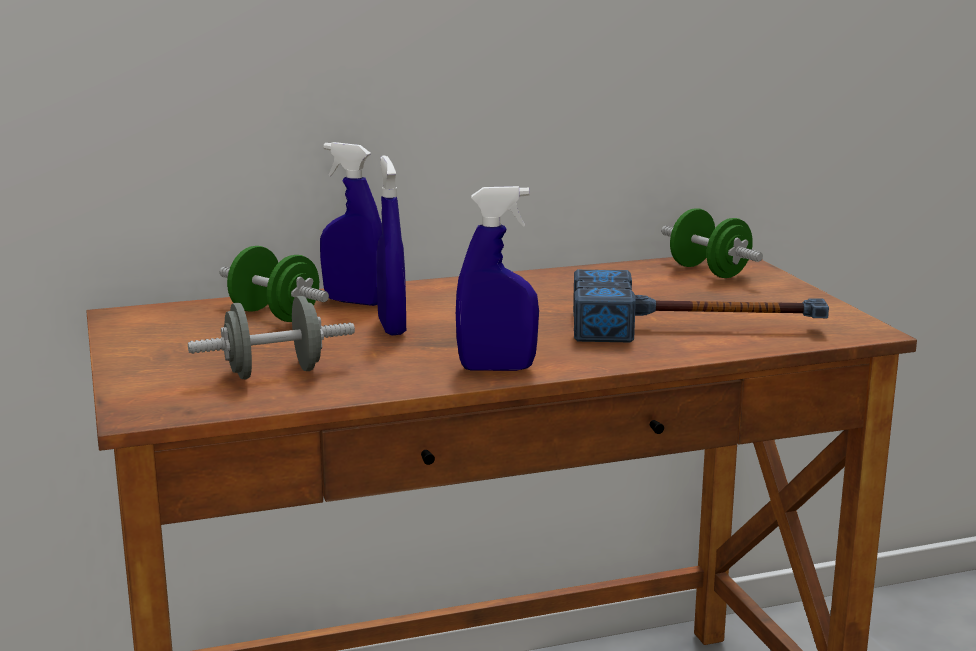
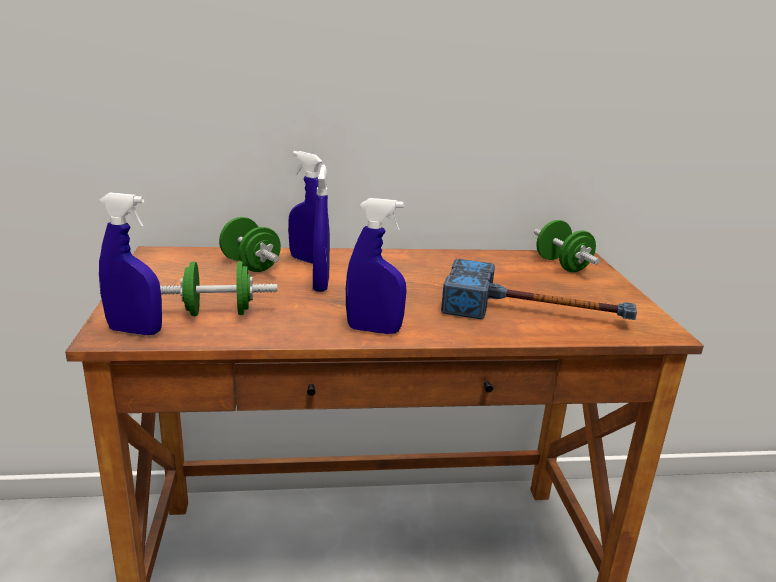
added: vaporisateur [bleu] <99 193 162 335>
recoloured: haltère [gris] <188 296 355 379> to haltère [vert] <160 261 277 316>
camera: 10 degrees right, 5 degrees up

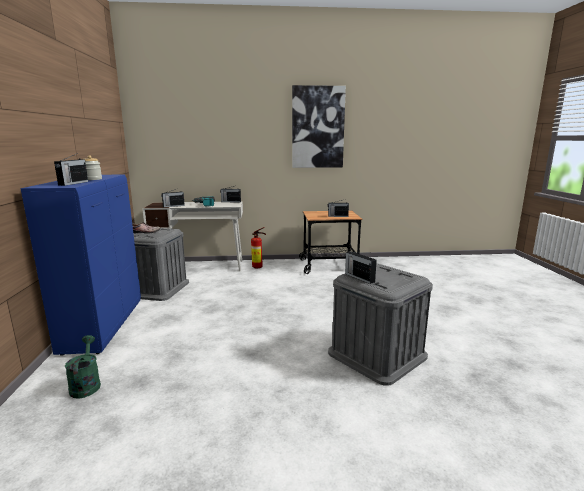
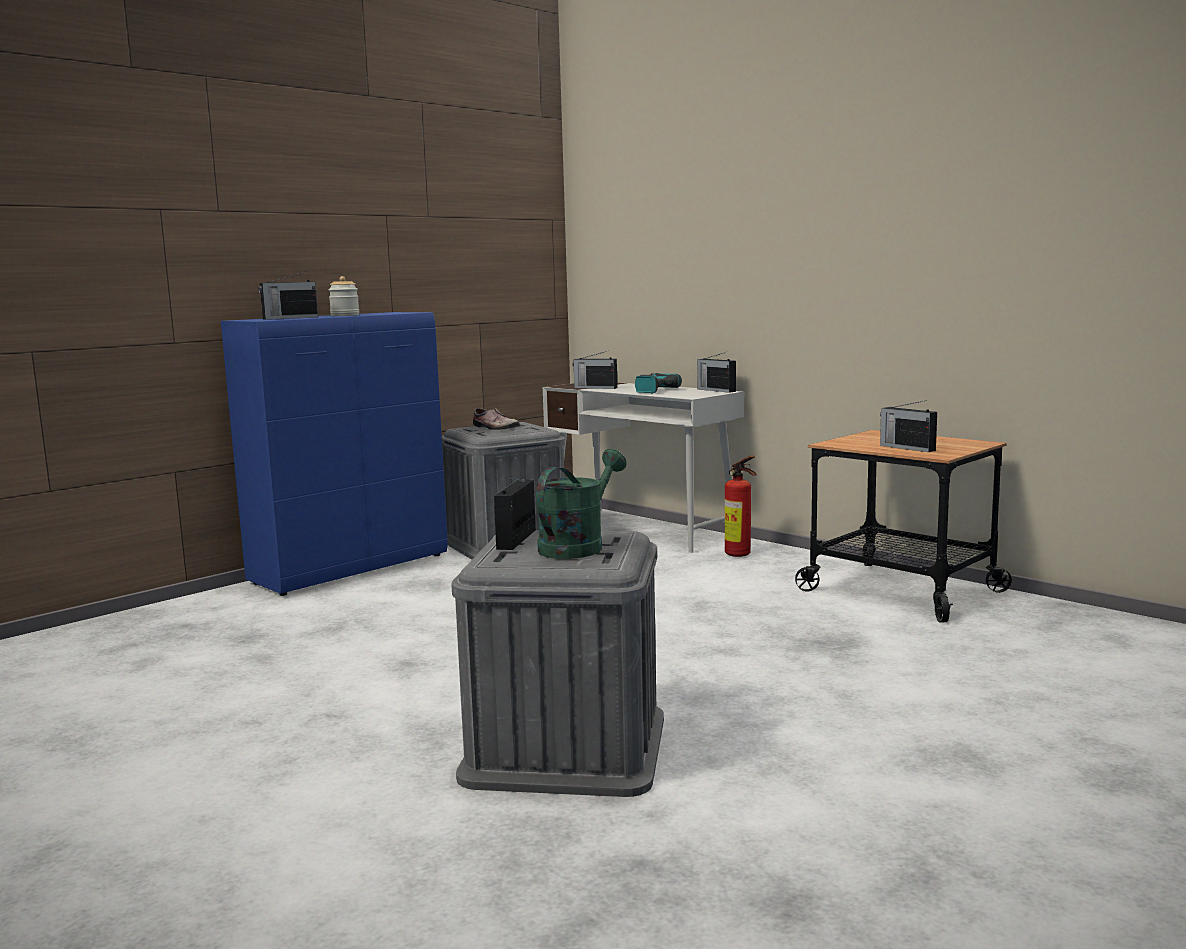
removed: tableau <292 85 346 168>
moved: arrosoir [vert] <65 335 101 399> to <536 449 627 559>
camera: 50 degrees right, 5 degrees down

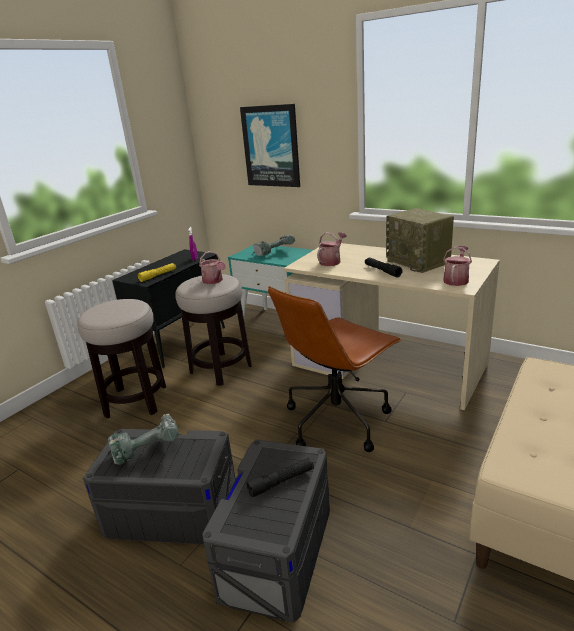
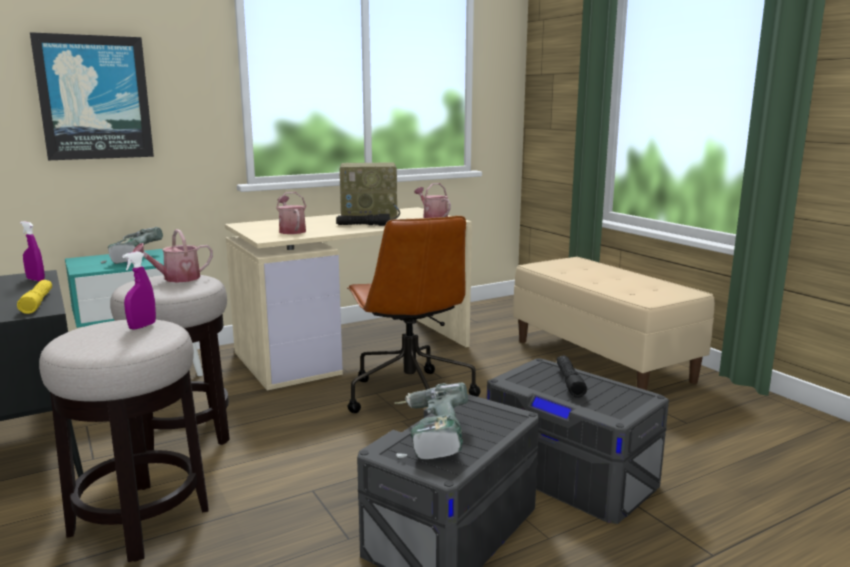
added: vaporisateur [violet] <122 251 156 330>
turned: arrosoir <199 251 226 284> = <133 229 213 283> 150 degrees clockwise
camera: 65 degrees left, 10 degrees down

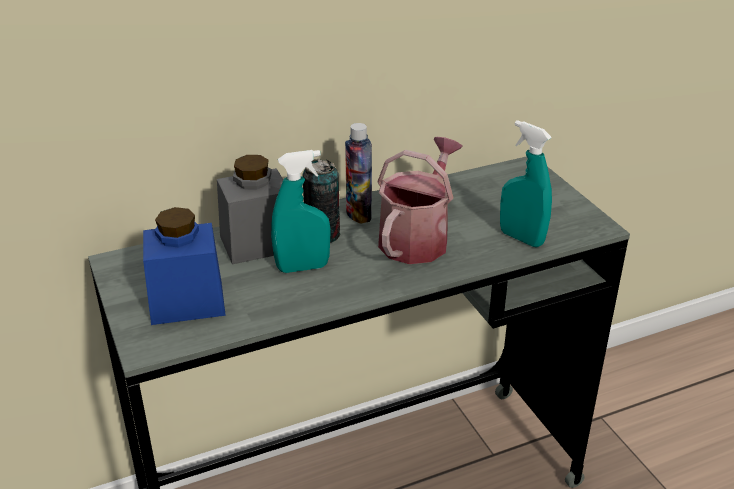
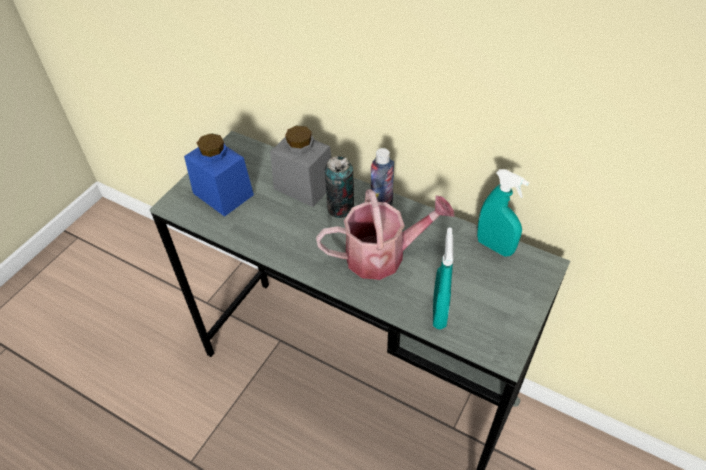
moved: vaporisateur [turquoise] <271 150 331 273> to <477 169 529 257>
camera: 55 degrees right, 15 degrees up

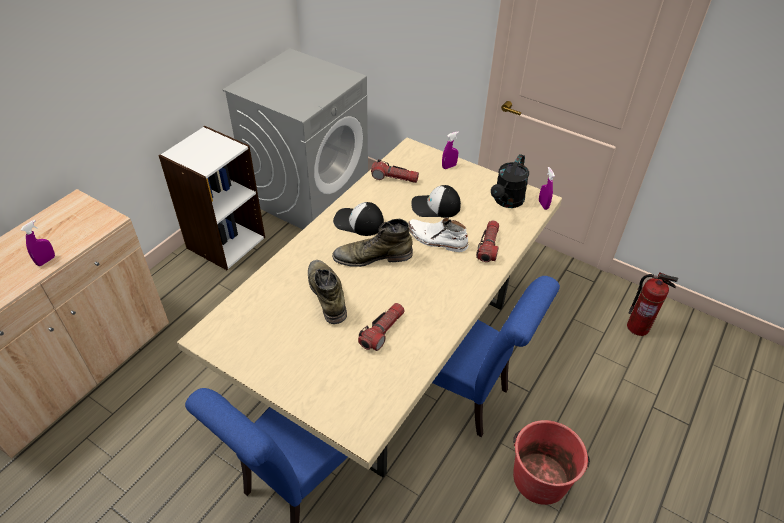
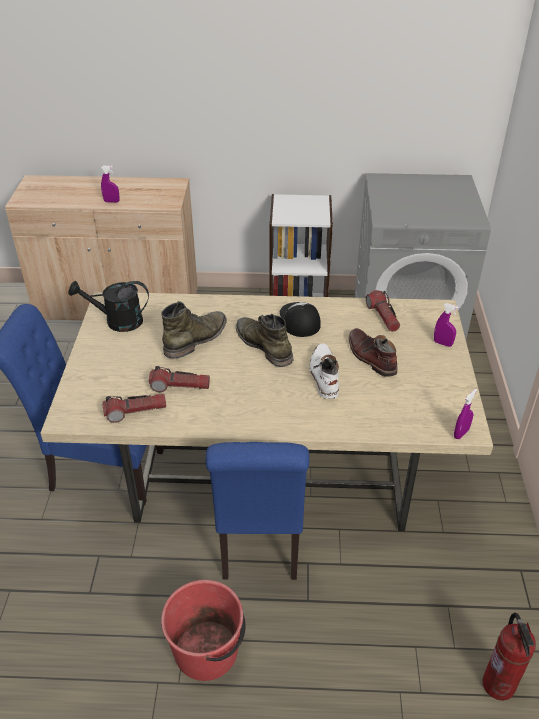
moved: lampe de poche <476 220 499 262> to <102 394 166 423>; arrosoir [noir] <491 154 529 208> to <68 281 149 332>
replaced: casquette <411 185 461 218> to botte [marron] <349 328 398 377>
camera: 60 degrees right, 5 degrees down

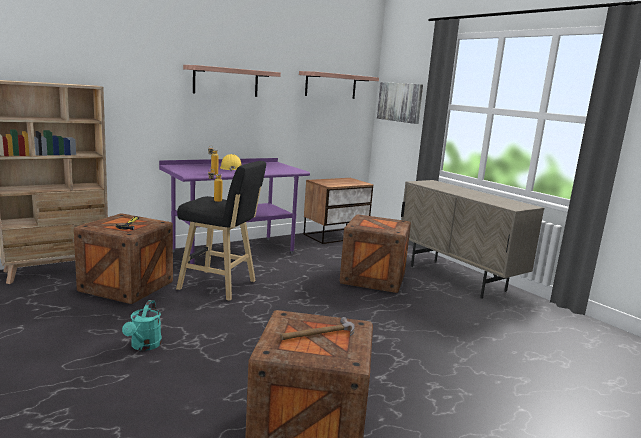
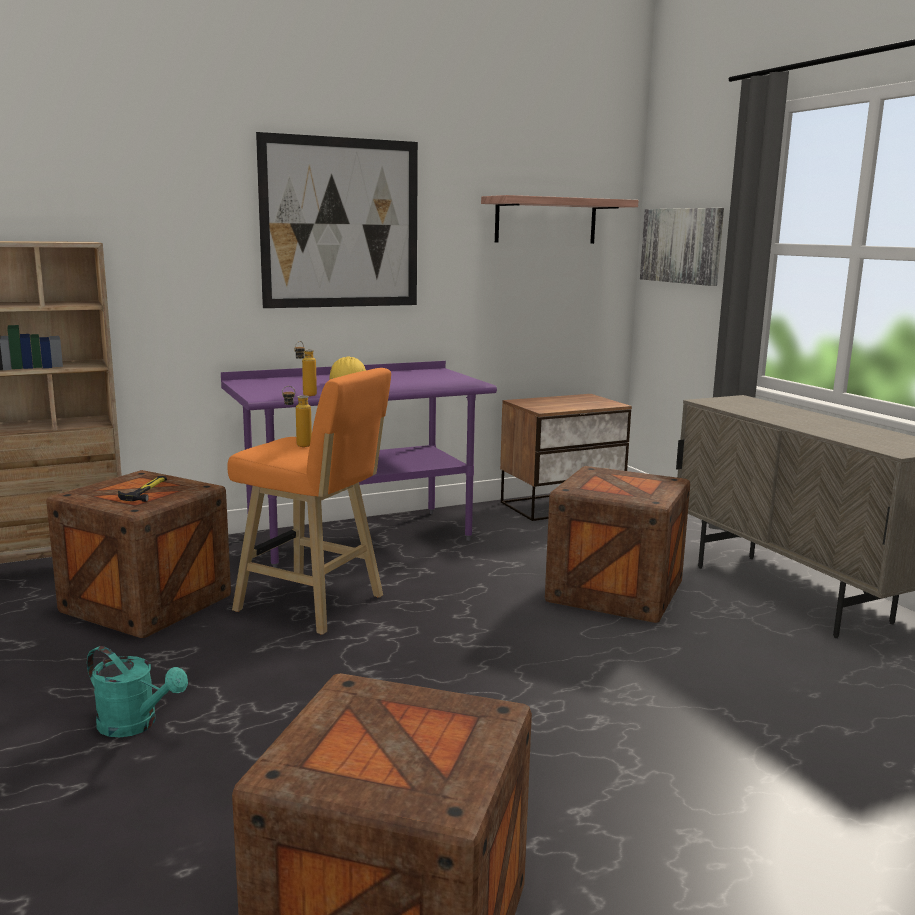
removed: marteau <280 317 355 340>
replaced: étagère <183 65 281 97> to tableau <256 132 418 308>
recoloured: tabouret [noir] <176 161 266 301> to tabouret [orange] <227 368 391 635>
turned: arrosoir [turquoise] <122 300 162 351> = <87 646 188 737> 75 degrees counterclockwise
camera: 10 degrees right, 0 degrees up

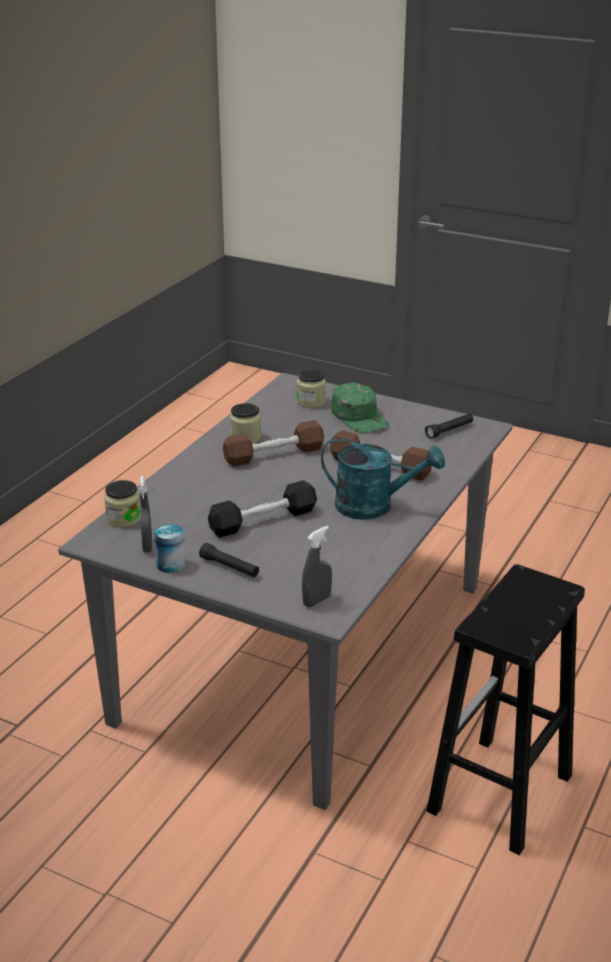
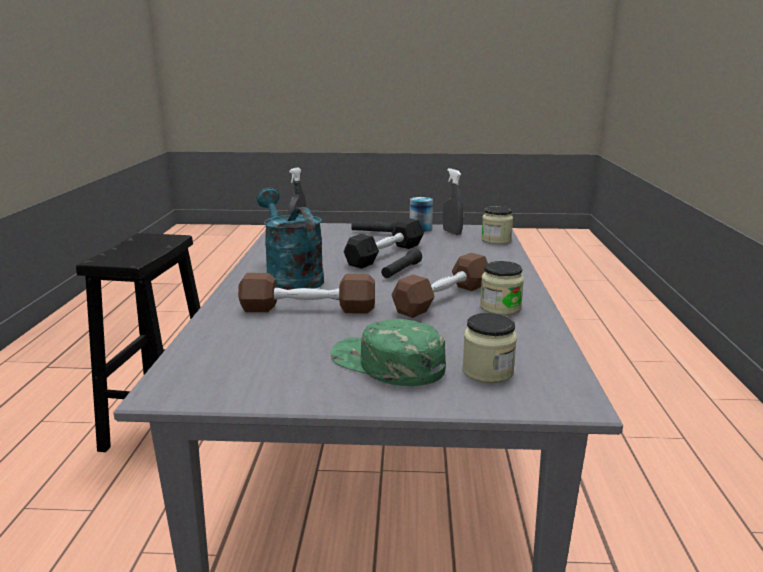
moved: lampe de poche [noir] <425 414 473 439> to <381 249 422 278>
turned: arrosoir [turquoise] <321 437 445 520> = <256 188 324 290> 75 degrees clockwise
camera: 155 degrees right, 10 degrees down

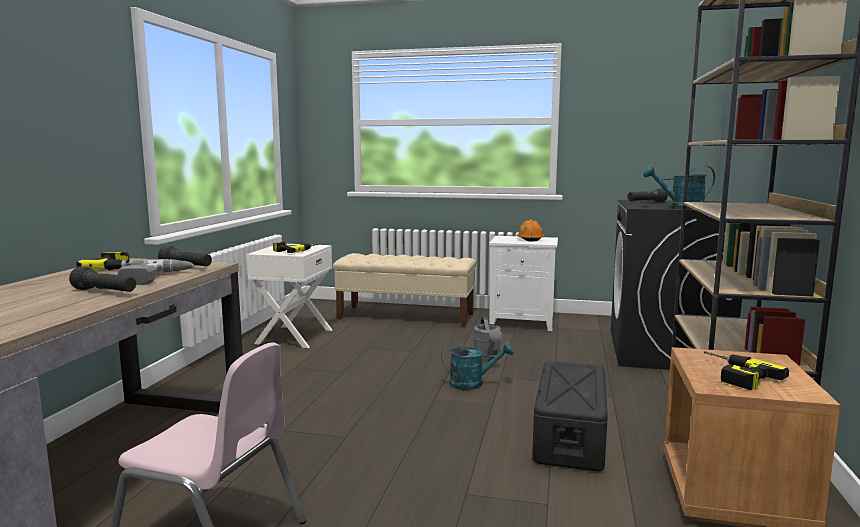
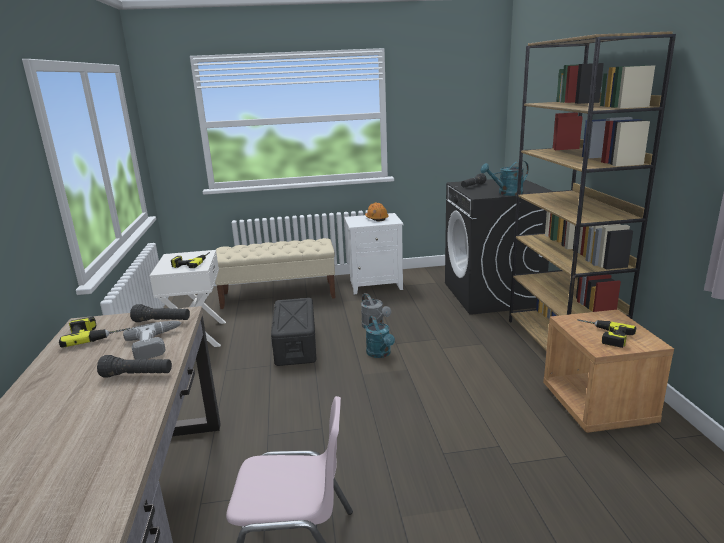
moved: boîte de rangement [noir] <532 361 608 471> to <271 298 316 366>
turned: arrosoir [turquoise] <441 342 514 390> = <365 316 395 358> 90 degrees clockwise
camera: 20 degrees left, 10 degrees up

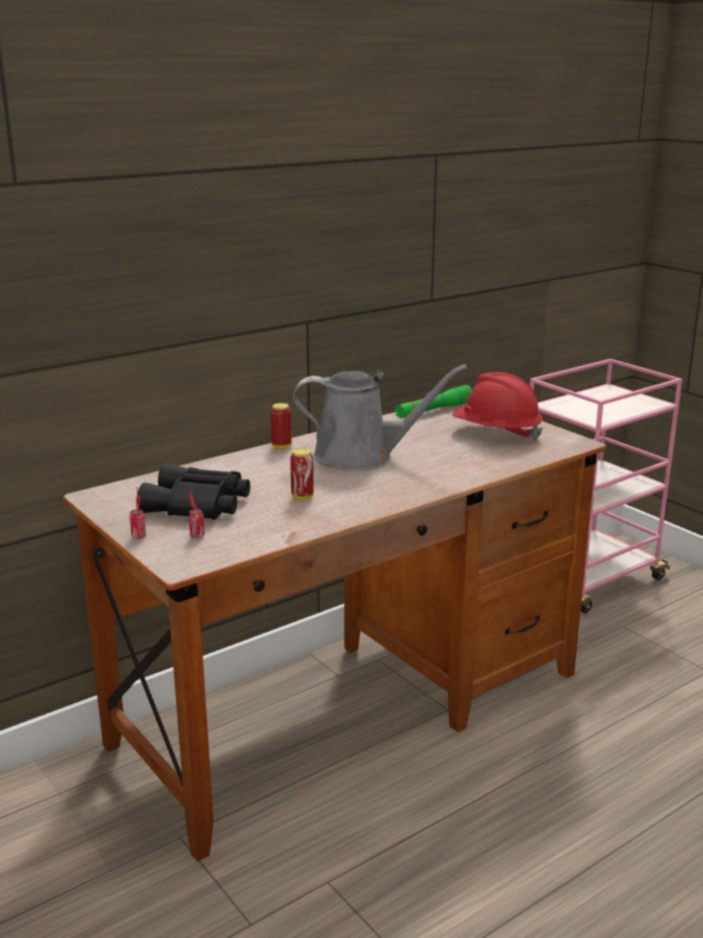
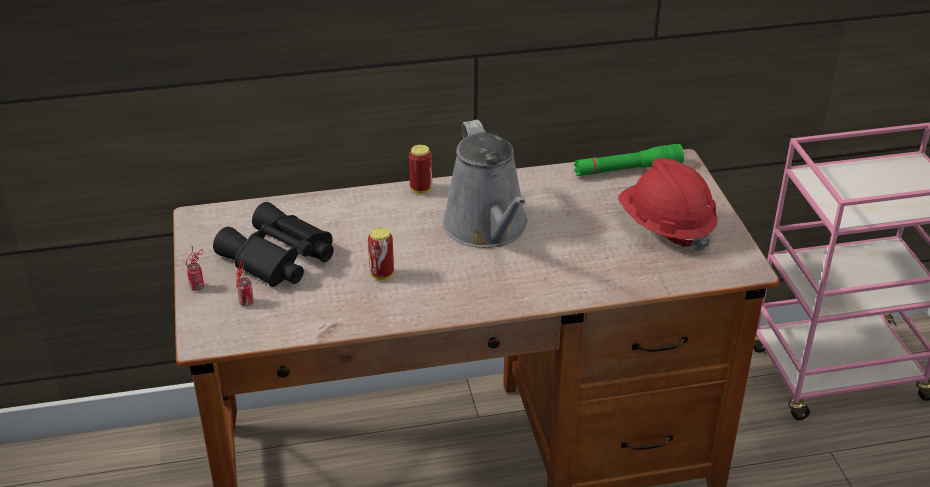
turned: arrosoir [gris] <293 365 467 471> = <443 120 528 248> 45 degrees clockwise
camera: 25 degrees right, 15 degrees up

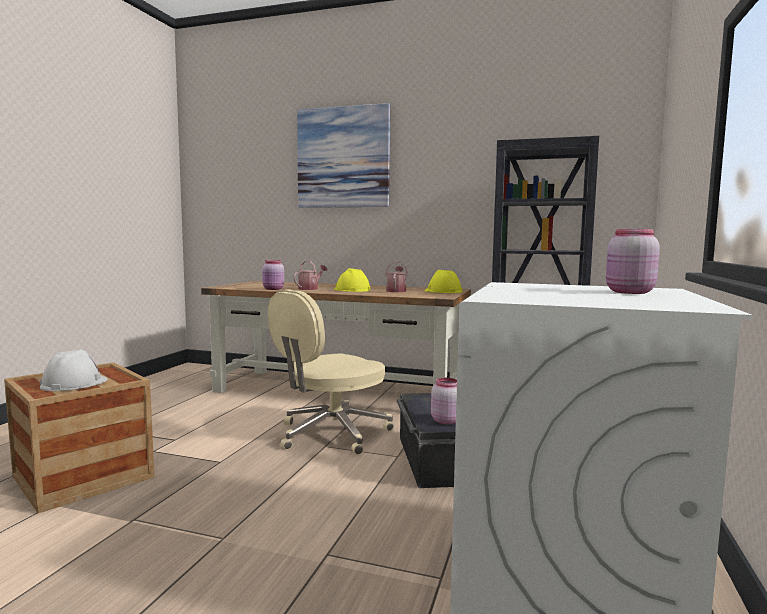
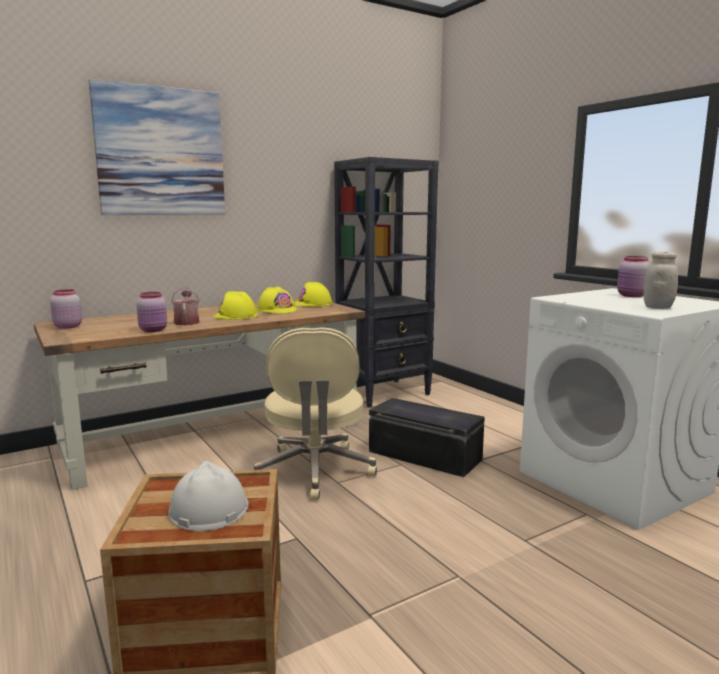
added: bocal [blanc] <644 252 678 309>
moved: bocal [rose] <431 378 457 425> to <50 289 82 329>
replaced: arrosoir <386 262 408 292> to casque de chantier [jaune] <257 286 297 313>
camera: 50 degrees left, 5 degrees up

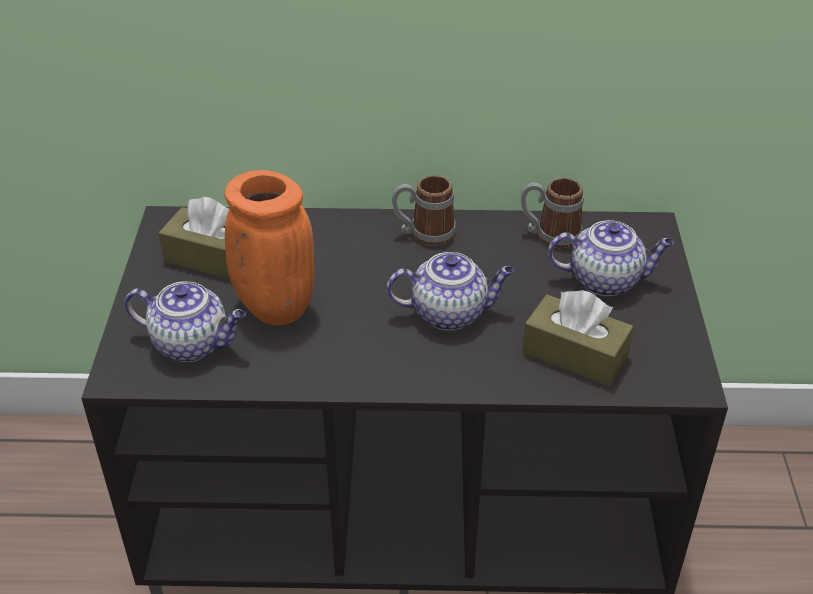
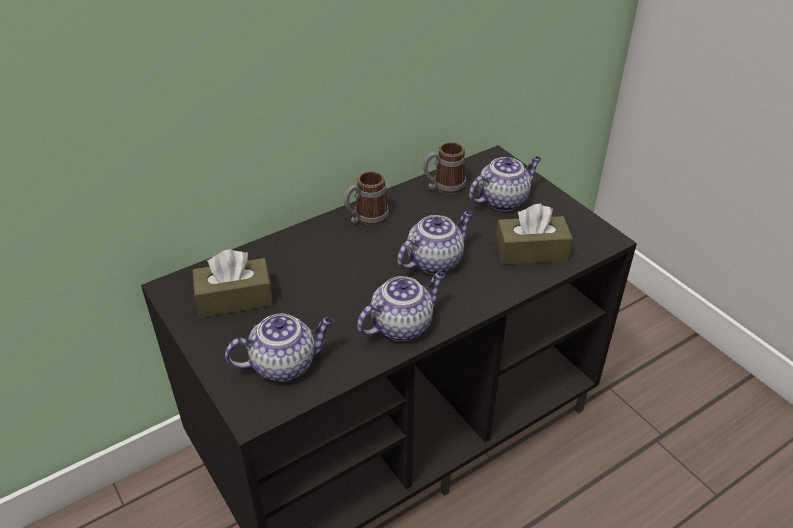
removed: vase [orange] <225 170 315 325>
added: théière <357 272 445 341>
camera: 35 degrees left, 0 degrees up

